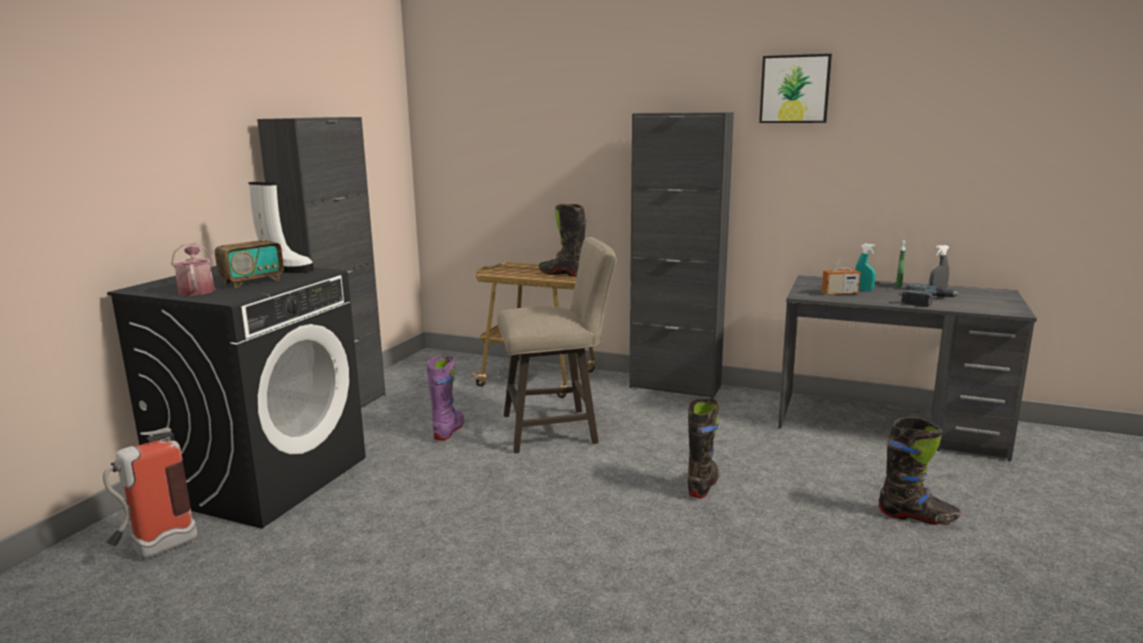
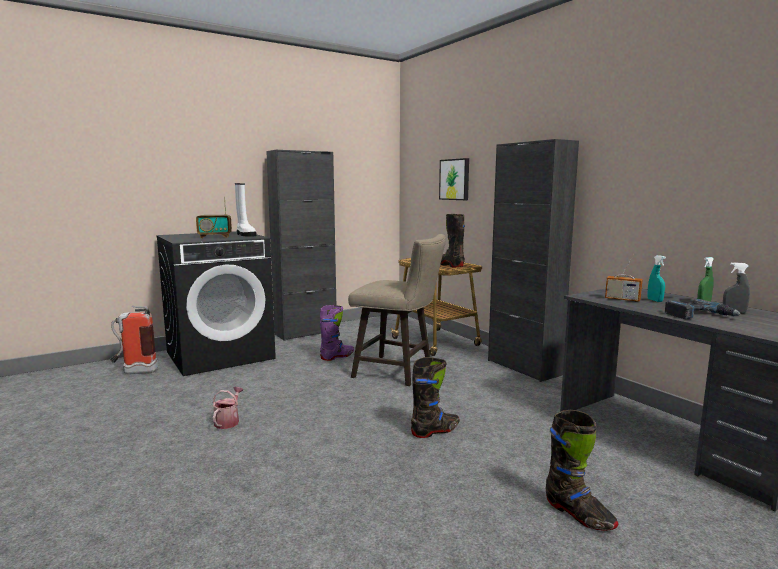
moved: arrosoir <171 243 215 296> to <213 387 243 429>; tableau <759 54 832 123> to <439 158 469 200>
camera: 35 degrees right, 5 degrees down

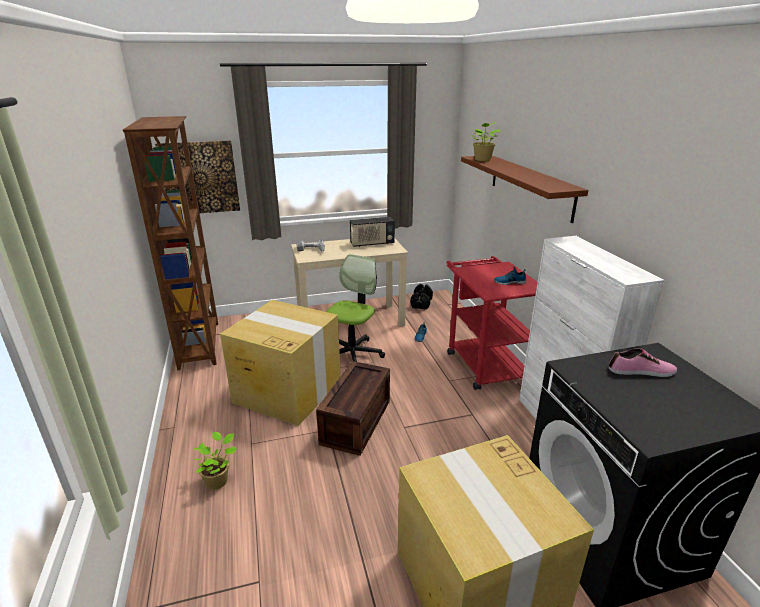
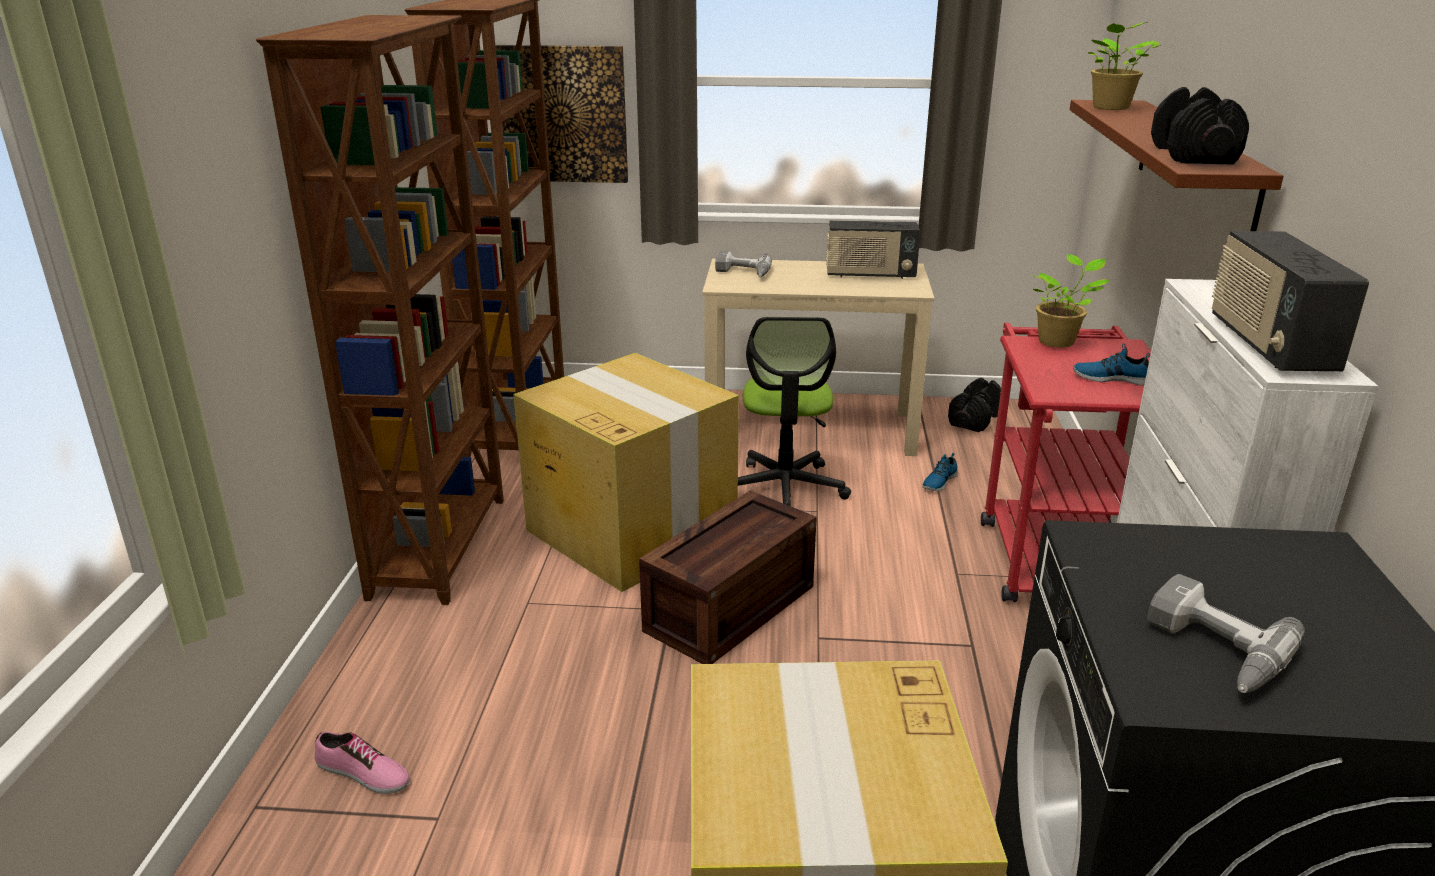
added: bibliothèque [marron] <256 15 504 605>; perceuse <1147 574 1305 693>; haltère [noir] <1151 87 1249 164>; radio <1212 231 1369 371>
moved: plante en pot <193 432 237 490> to <1032 254 1110 348>; chaussure <609 348 677 377> to <315 732 410 794>
turned: chaise de bureau <326 254 385 362> = <738 317 851 506> 135 degrees clockwise
camera: 20 degrees right, 0 degrees up

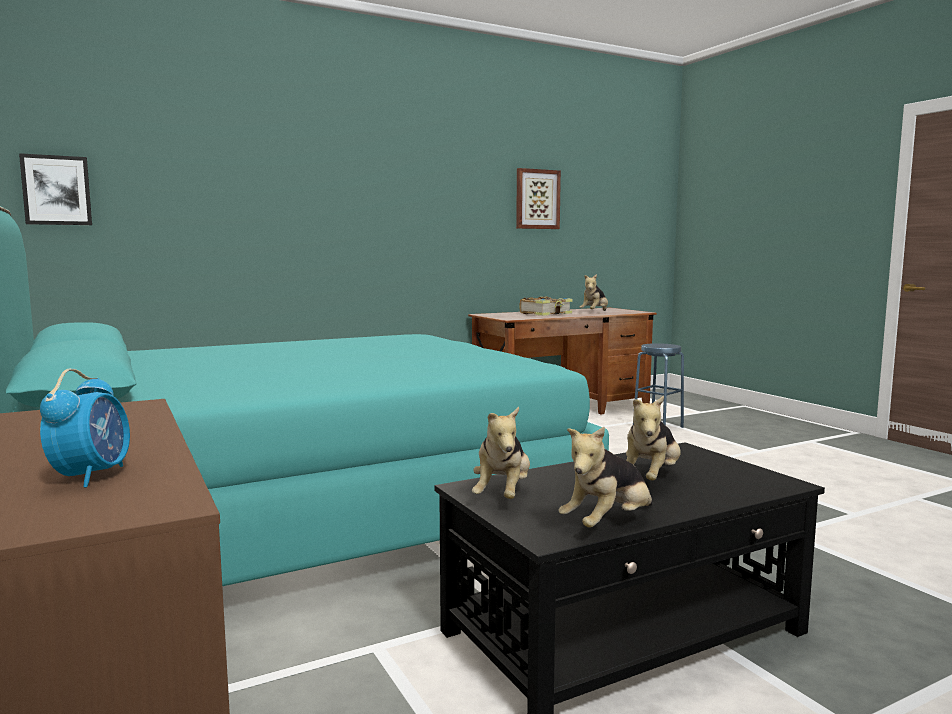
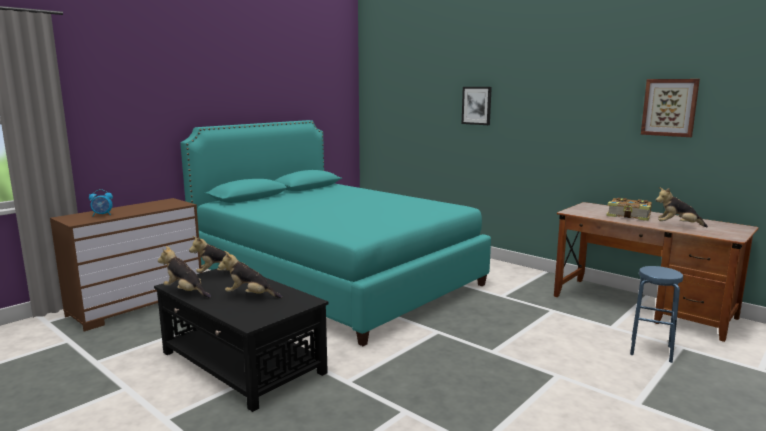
moved: tableau <19 153 92 225> to <462 87 492 125>
camera: 70 degrees right, 5 degrees up

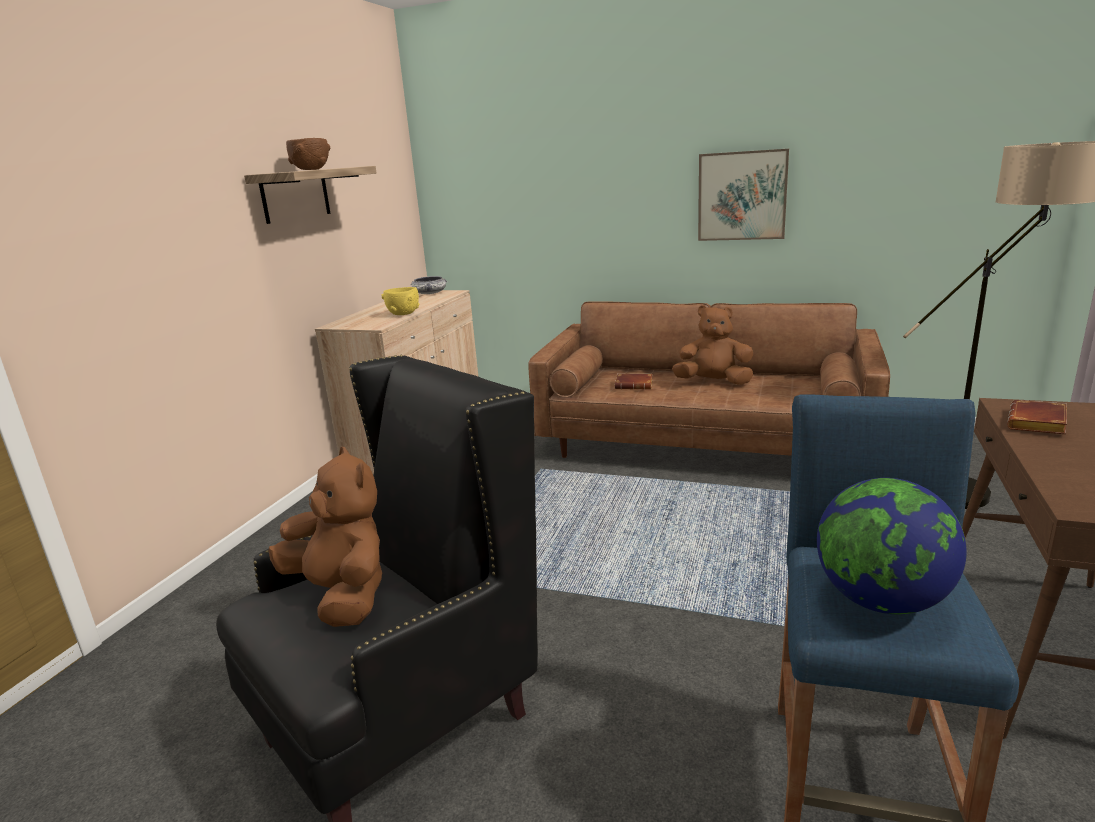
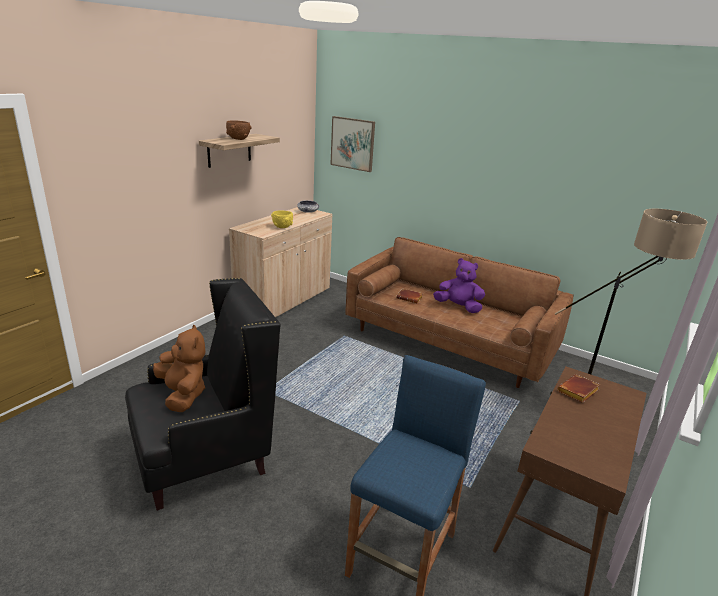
removed: globe <817 478 967 614>
moved: tableau <698 149 789 241> to <330 116 375 172>
recoloured: peluche [marron] <672 305 753 385> to peluche [violet] <433 258 485 313>
camera: 10 degrees right, 5 degrees up

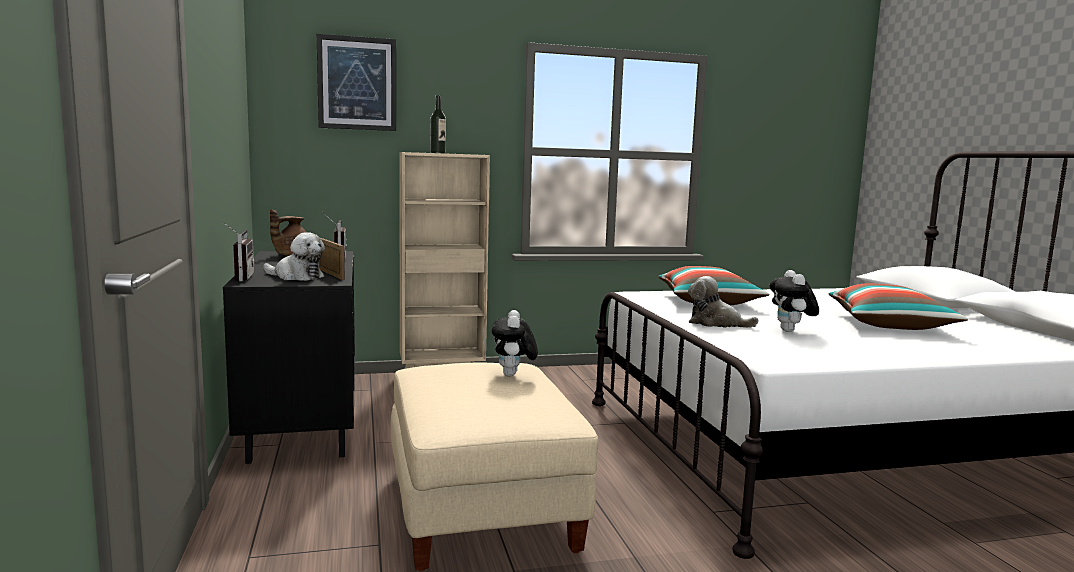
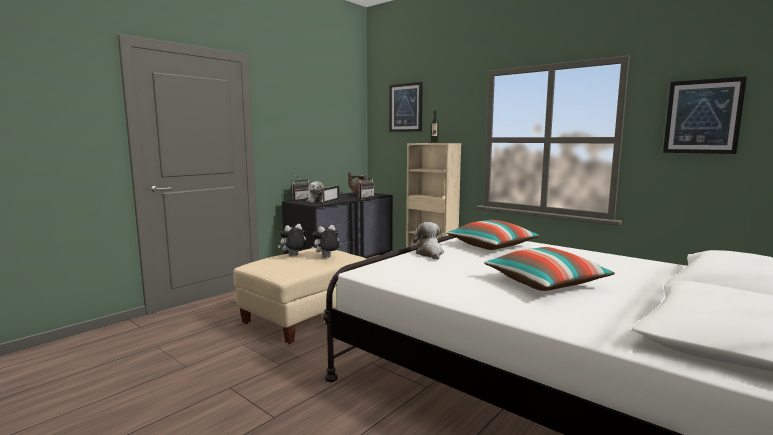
added: tableau <663 76 747 154>
moved: peluche <770 270 819 332> to <278 224 306 256>
camera: 55 degrees right, 0 degrees up

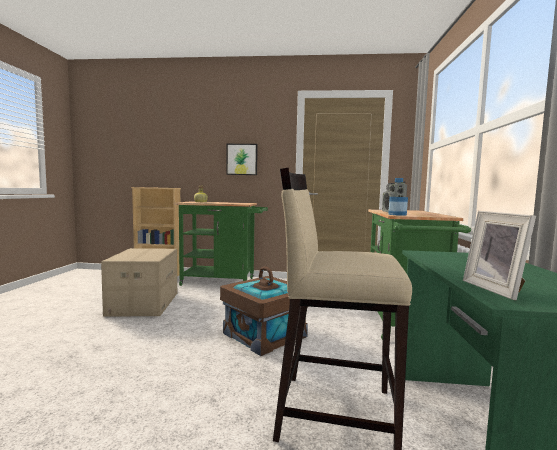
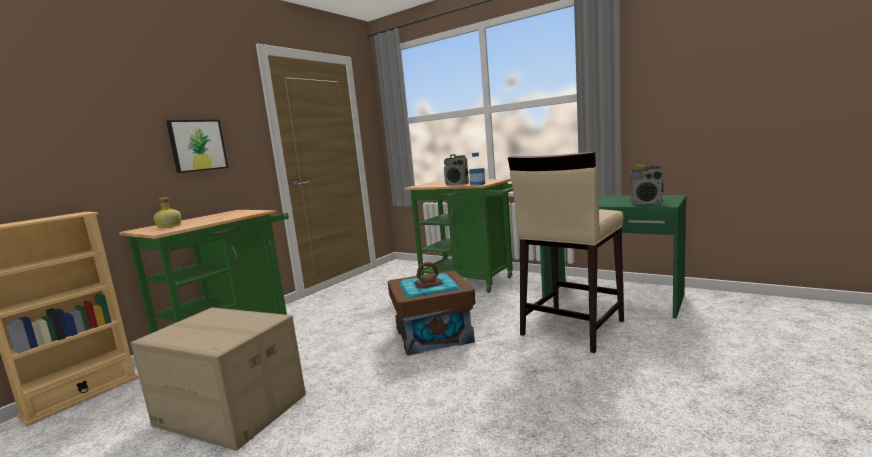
replaced: cadre photo <463 211 536 300> to radio <631 164 664 205>
camera: 60 degrees left, 5 degrees up

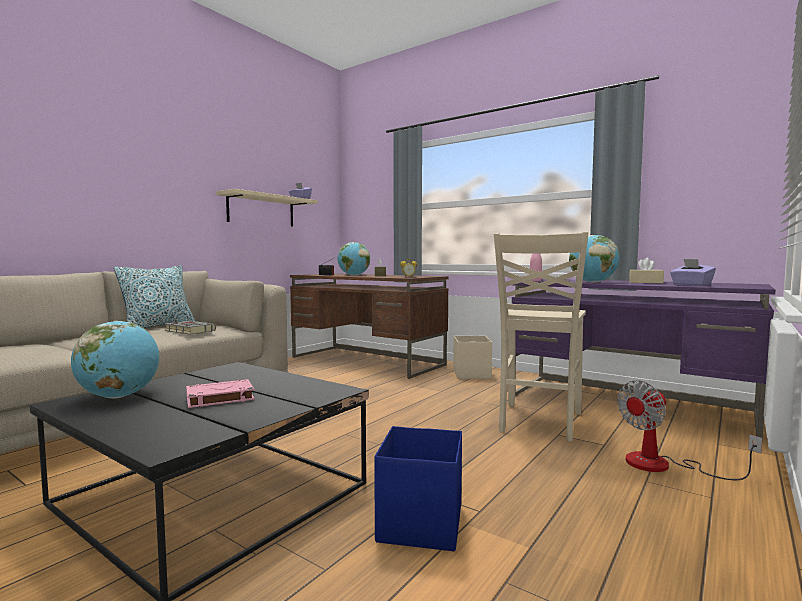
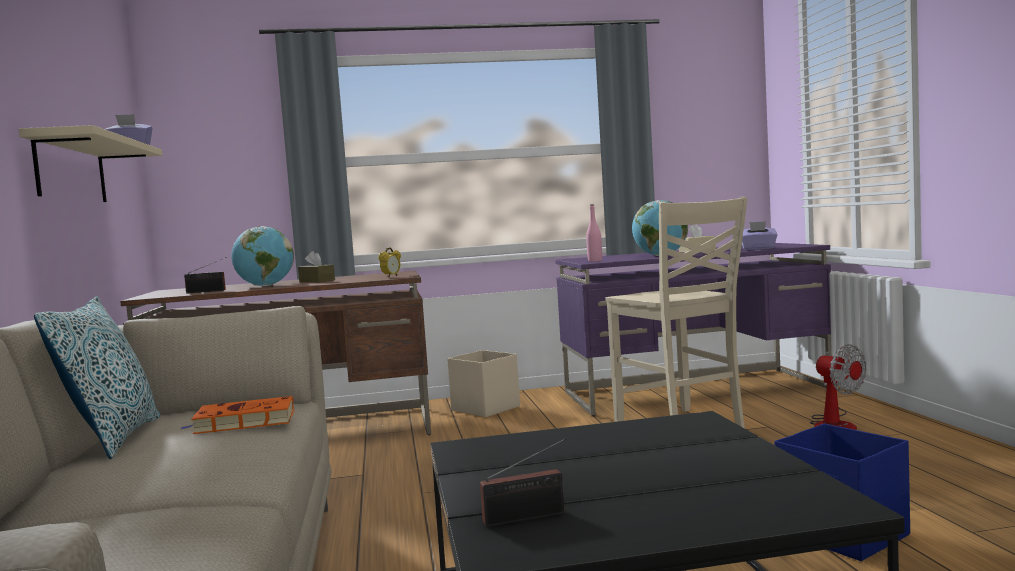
removed: livre [rose] <186 379 255 408>
replaced: globe <71 321 159 398> to radio <480 438 566 527>
recoloured: livre [gris] <164 321 216 335> to livre [orange] <181 396 295 434>
turned: ventilateur <617 380 762 481> = <810 344 866 430> 45 degrees counterclockwise
camera: 45 degrees left, 0 degrees up

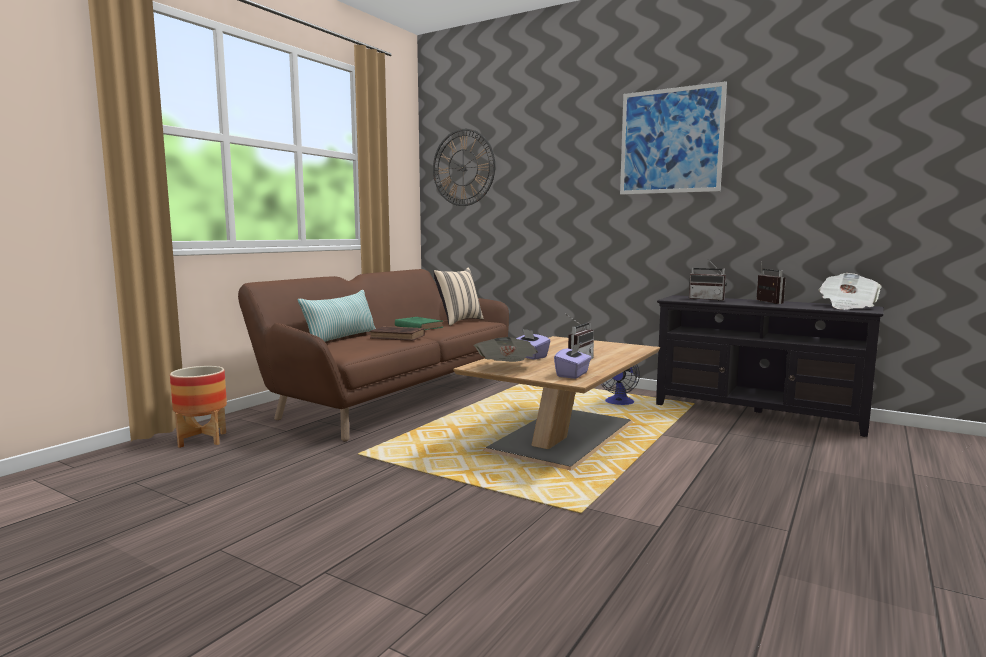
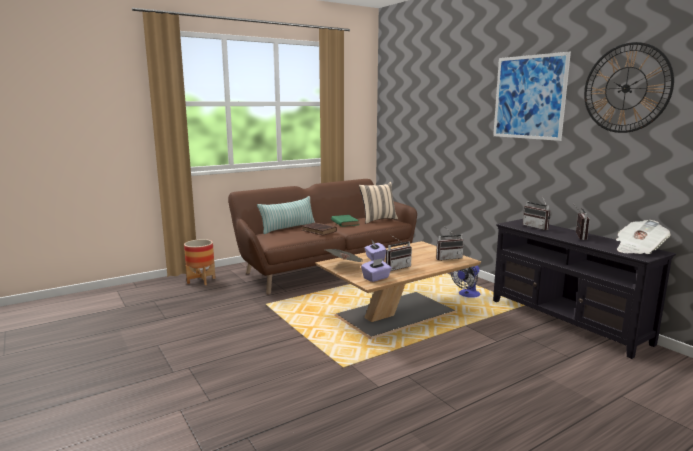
added: radio <436 228 464 261>
moved: horloge murale <433 129 495 206> to <584 42 674 133>
camera: 25 degrees right, 5 degrees up

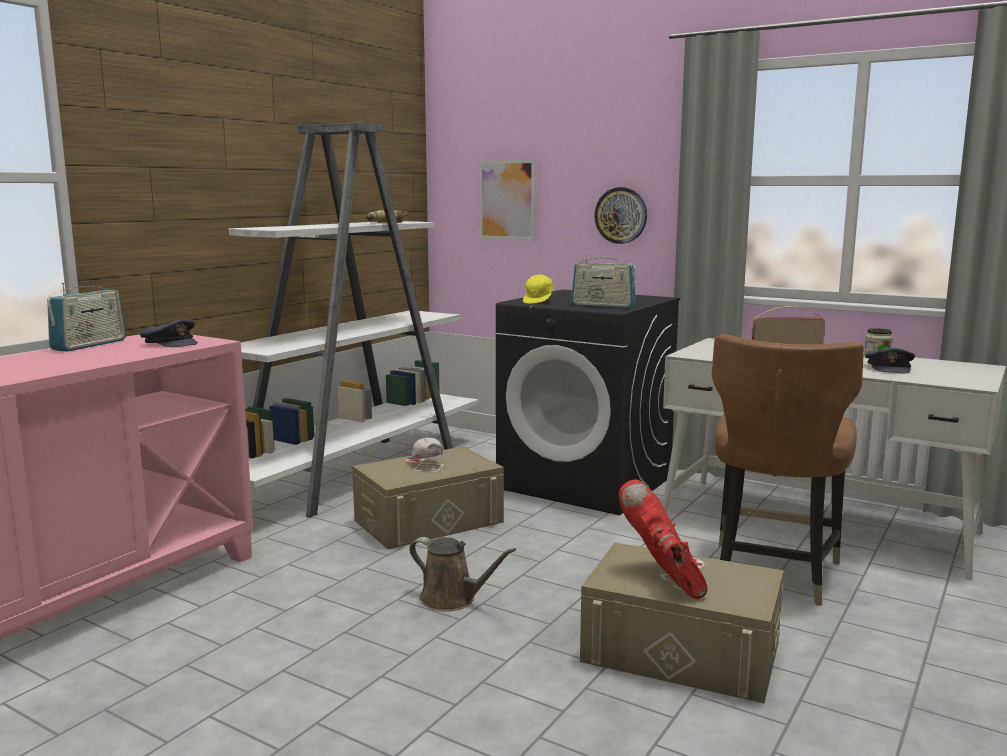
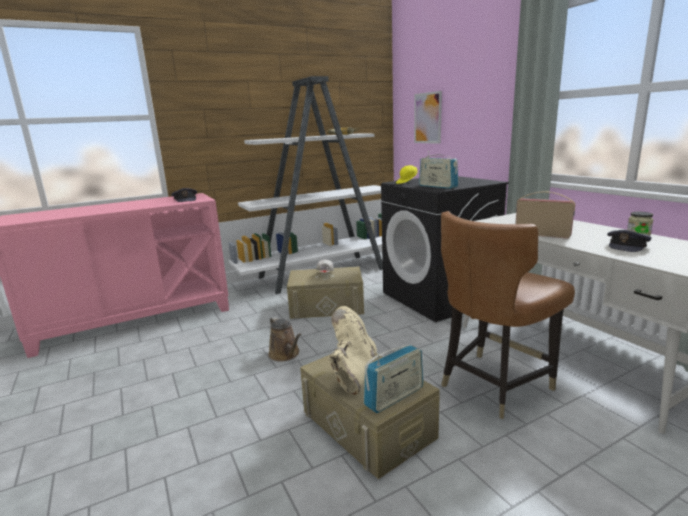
removed: horloge murale <594 187 647 244>
moved: radio <47 283 126 352> to <364 345 423 413>
recoloured: botte [rouge] <619 479 707 599> to botte [beige] <328 306 377 395>
camera: 30 degrees right, 5 degrees up

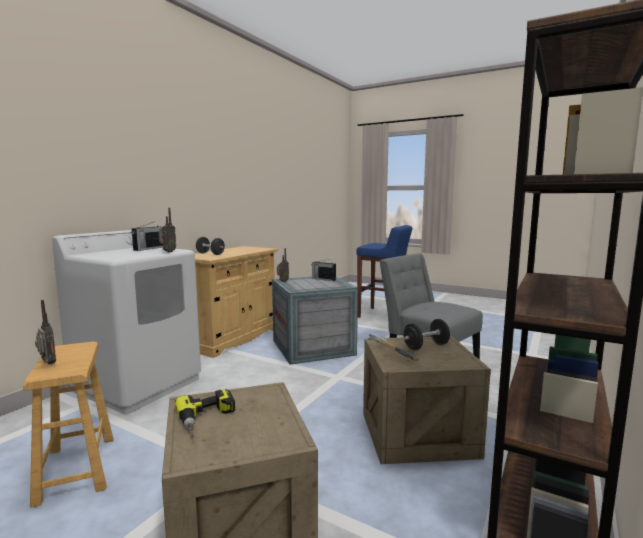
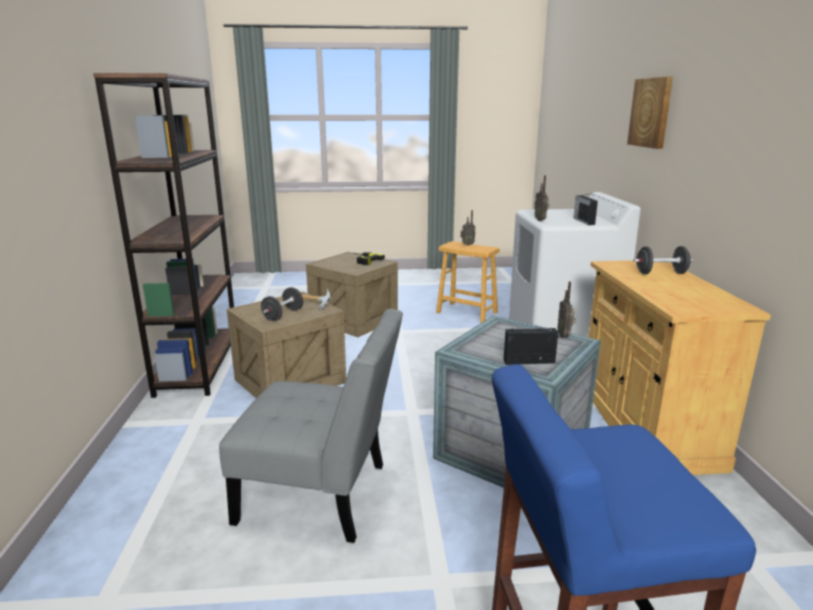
added: tableau <627 76 673 149>
camera: 145 degrees right, 10 degrees up

